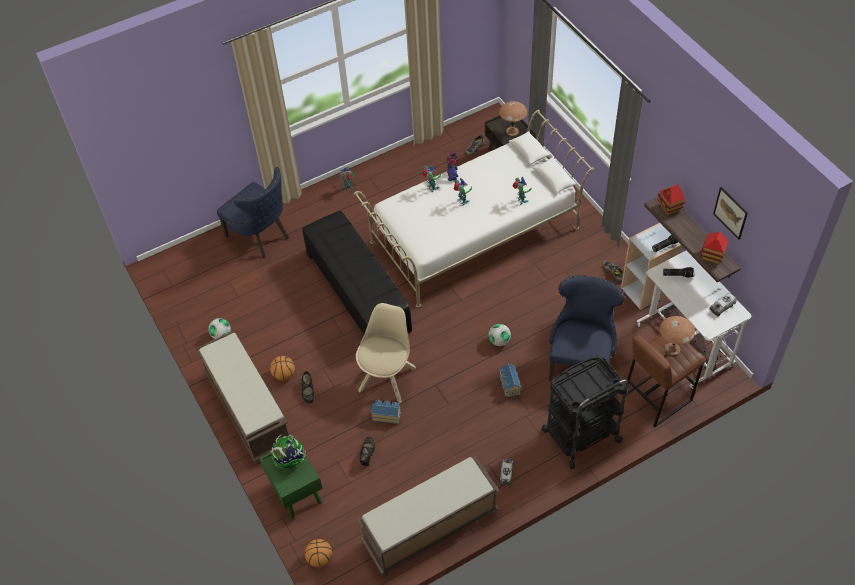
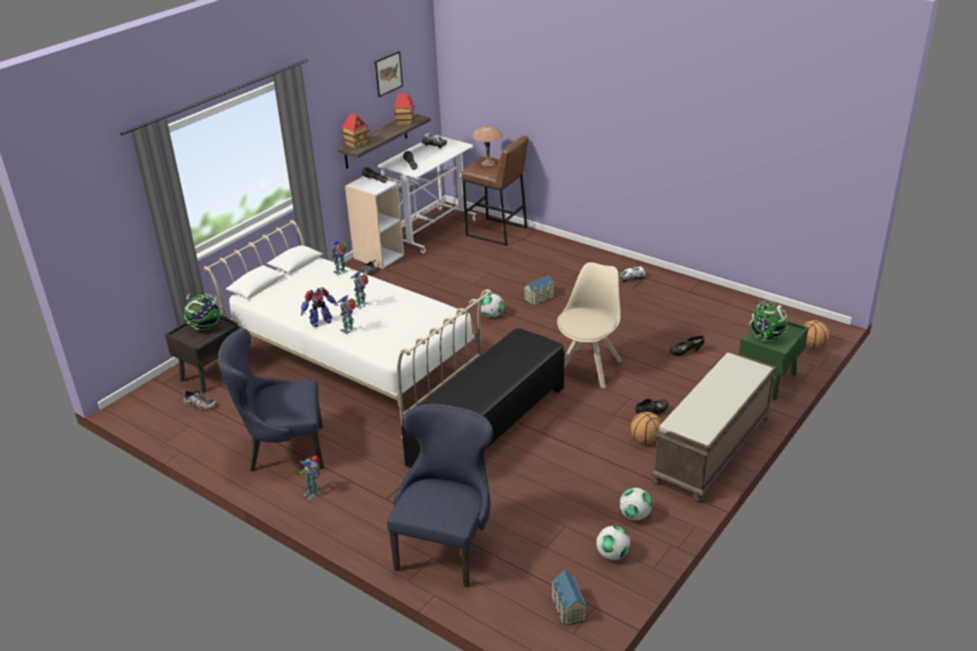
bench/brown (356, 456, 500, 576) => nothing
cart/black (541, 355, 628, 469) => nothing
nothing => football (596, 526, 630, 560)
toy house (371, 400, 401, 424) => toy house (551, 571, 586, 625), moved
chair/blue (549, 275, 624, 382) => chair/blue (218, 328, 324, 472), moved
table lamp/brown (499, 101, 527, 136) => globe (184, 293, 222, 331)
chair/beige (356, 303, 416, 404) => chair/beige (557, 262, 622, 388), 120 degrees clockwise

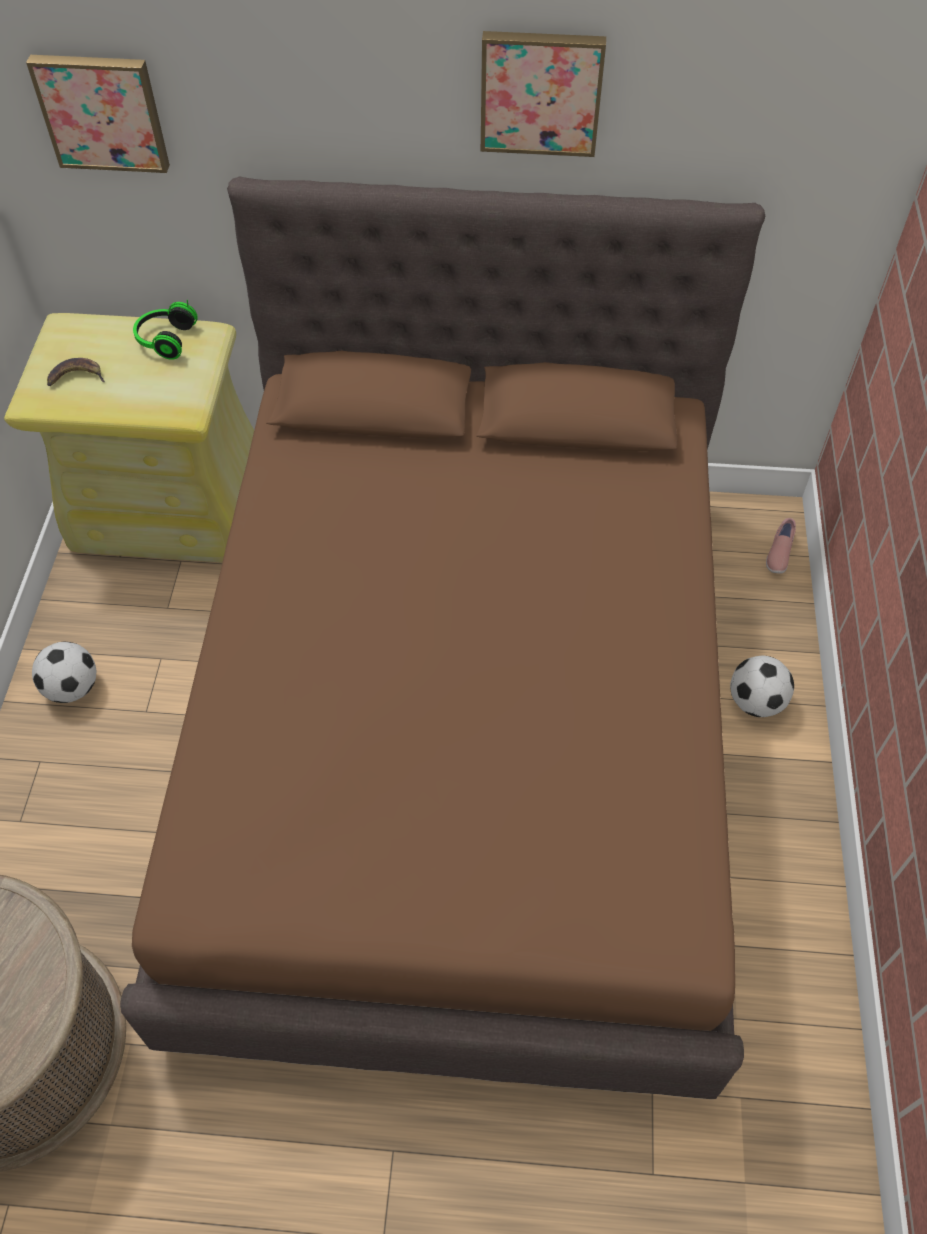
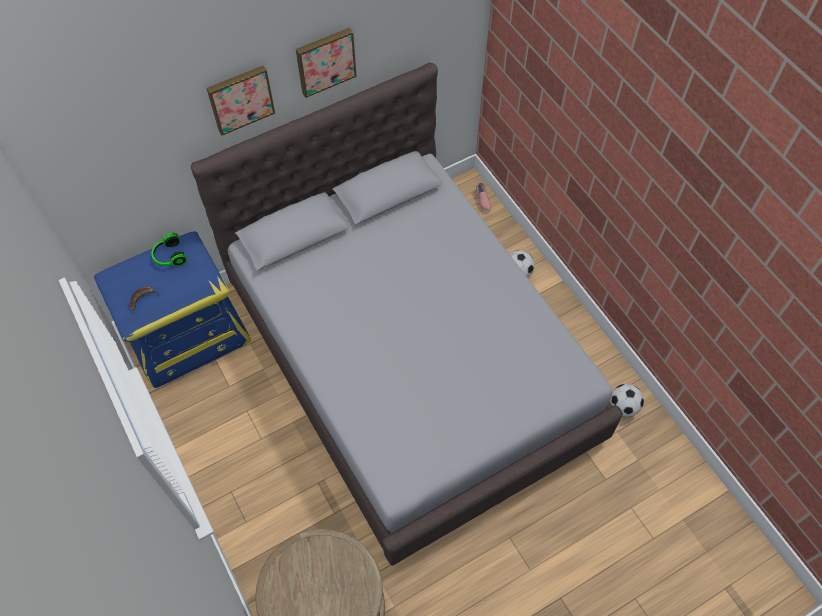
picture (26, 55, 170, 173) => picture (206, 65, 275, 136), moved
football (32, 642, 96, 703) => football (610, 384, 644, 417), moved
nightstand/yellow (4, 313, 254, 563) => nightstand/blue (94, 231, 251, 388)
bed/brown (120, 177, 765, 1099) => bed/grey (191, 63, 623, 566)

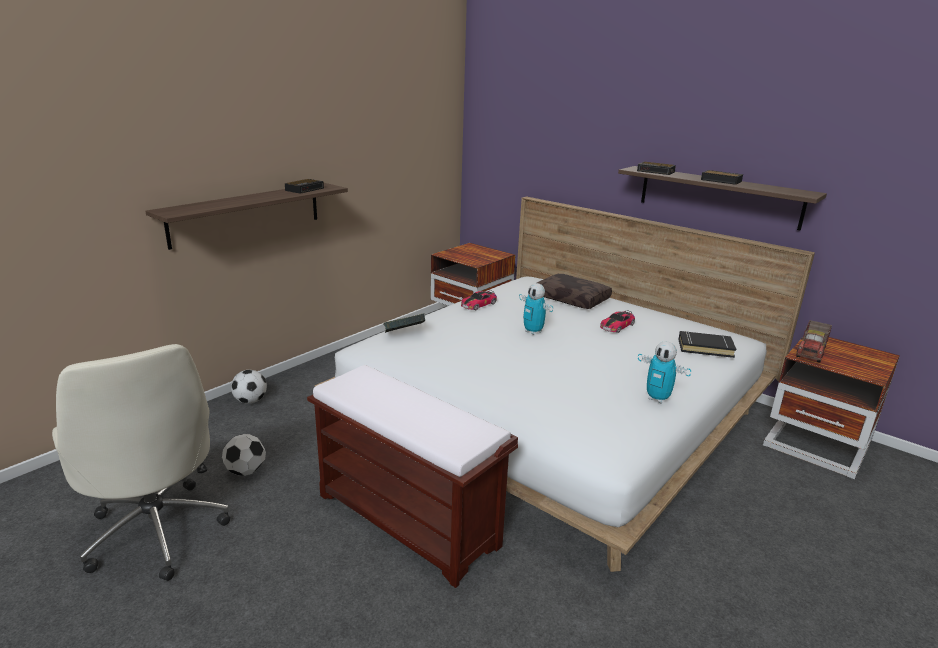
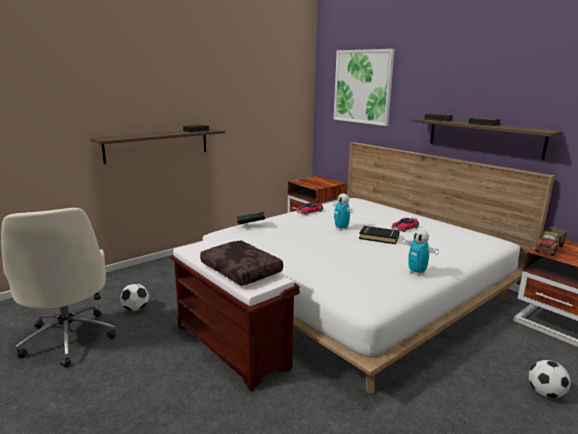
nothing => picture (334, 49, 395, 126)
football (231, 370, 267, 404) => football (529, 360, 571, 398), moved
pillow/brown (537, 274, 612, 309) => pillow/brown (200, 240, 283, 286), moved
book/black (678, 331, 736, 358) => book/black (359, 226, 399, 244), moved

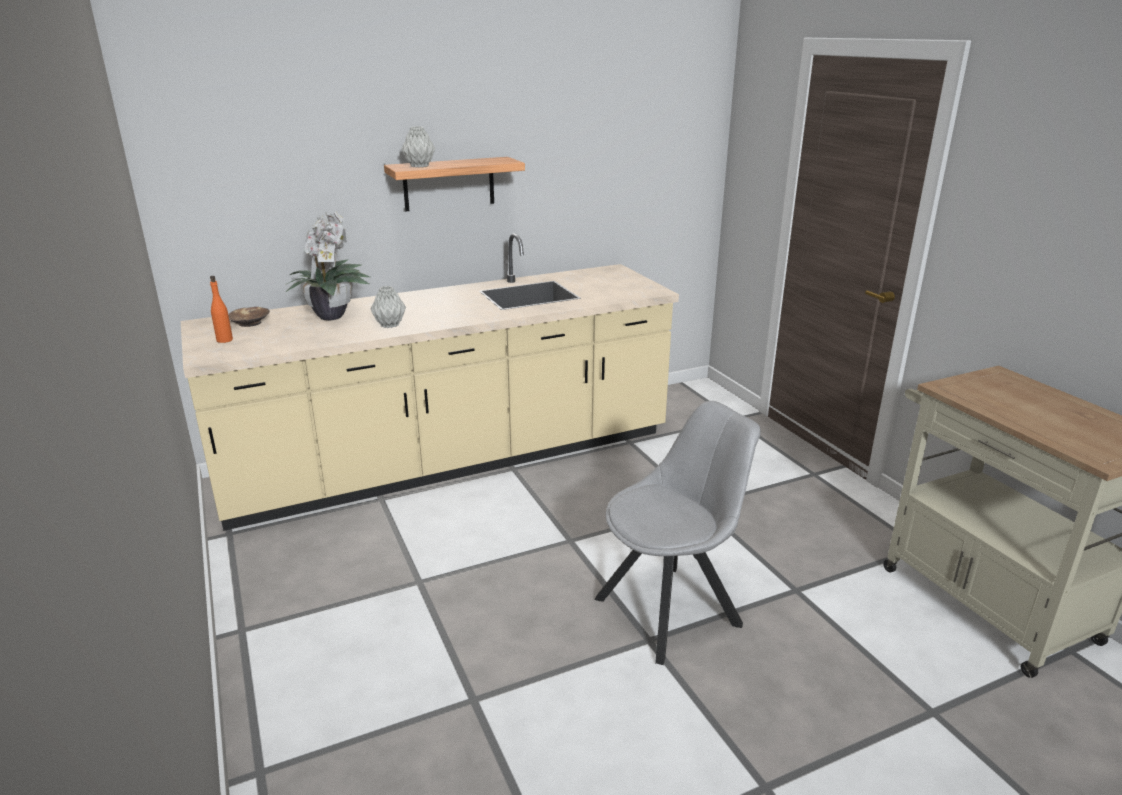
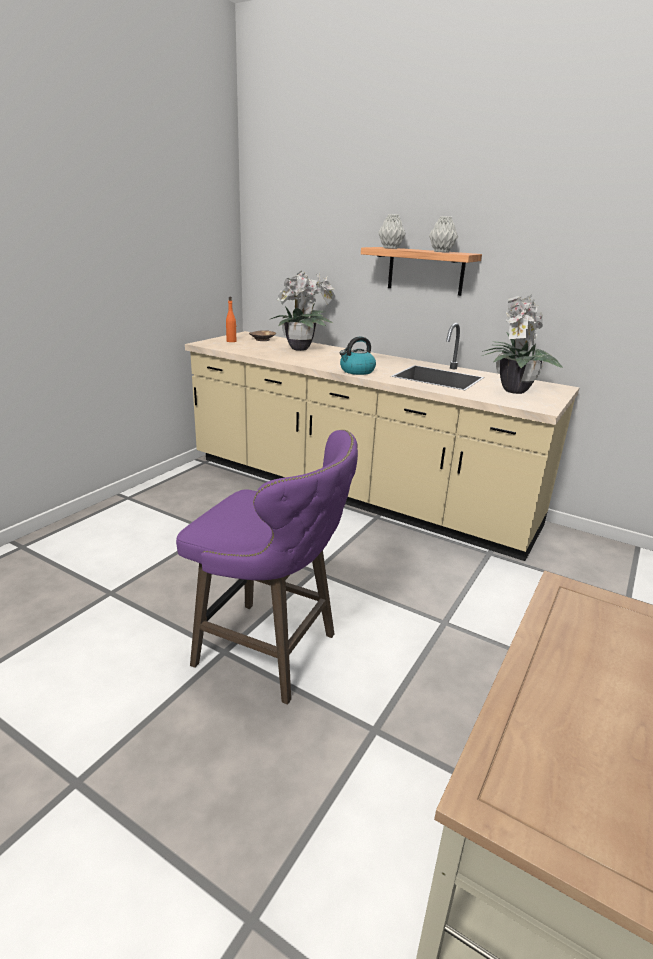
nothing => kettle (340, 337, 376, 375)
nothing => potted plant (482, 295, 563, 394)
vase/grey (371, 286, 406, 328) => vase/grey (429, 216, 458, 252), moved
chair/grey (594, 401, 761, 665) => stool/purple (176, 430, 358, 705)

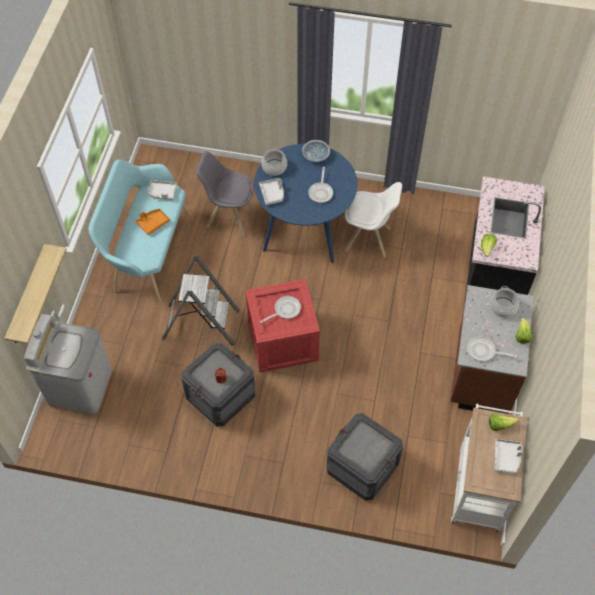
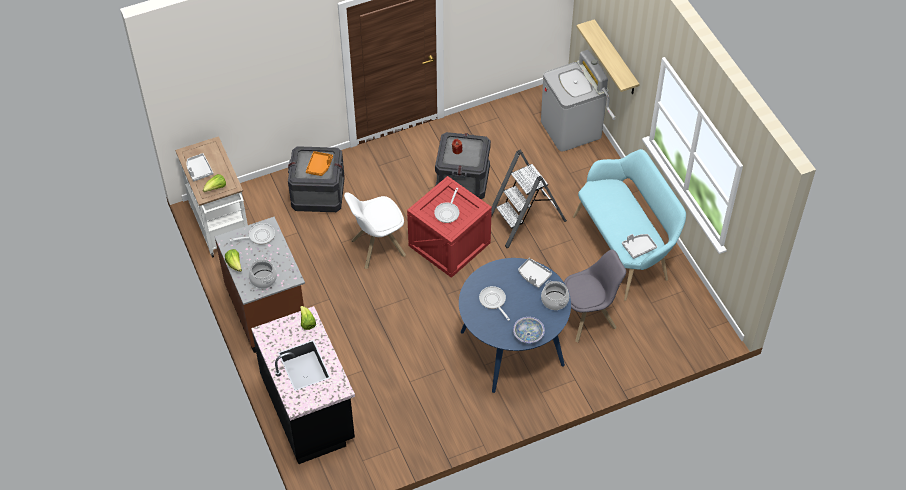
tray/orange (136, 209, 170, 235) => tray/orange (306, 151, 333, 176), moved
chair/white (344, 182, 402, 258) => chair/white (344, 193, 406, 269), moved

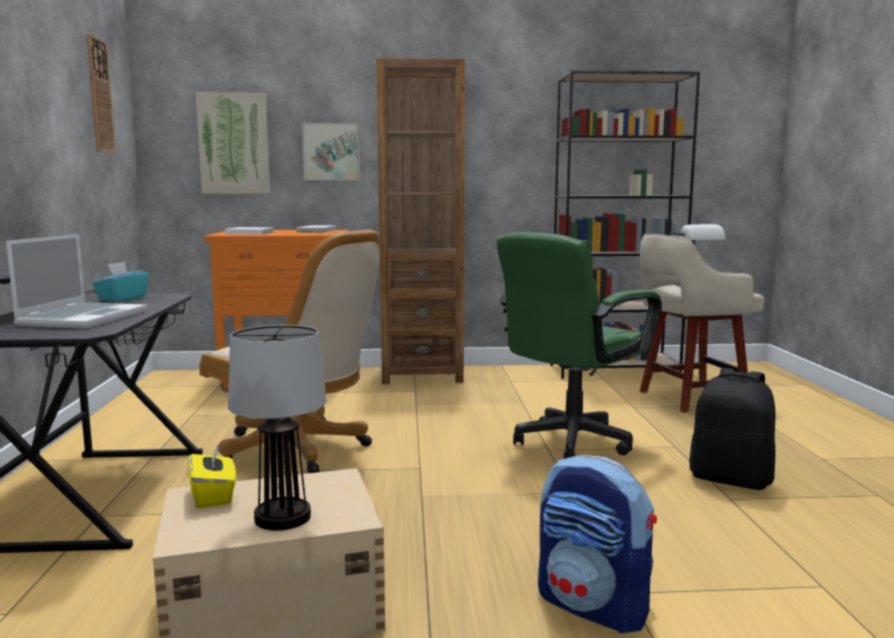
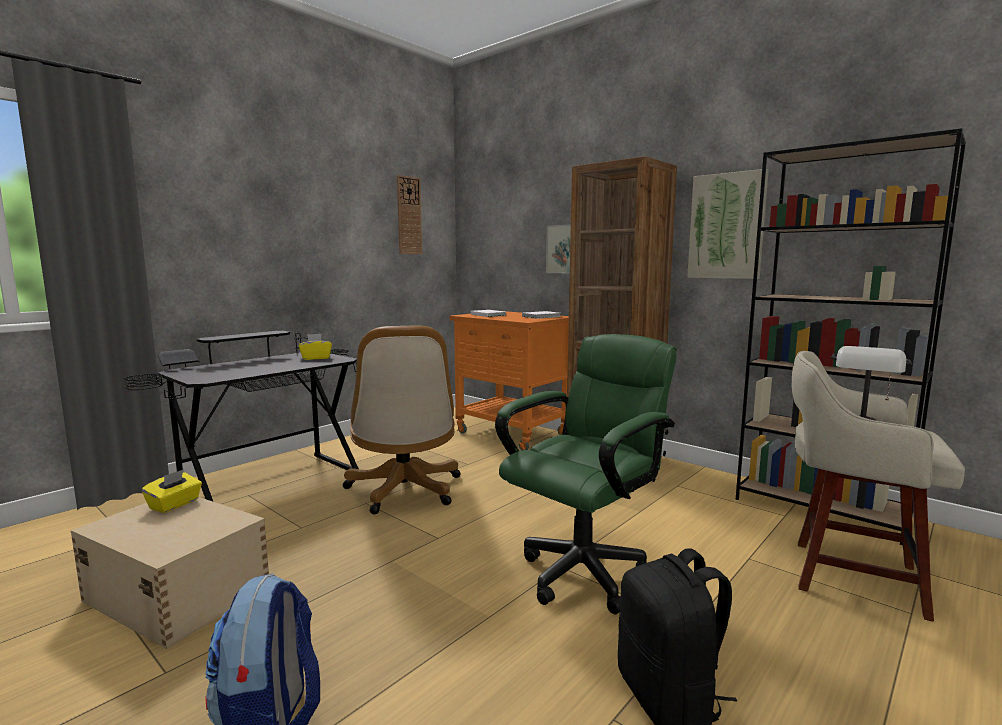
laptop (6, 234, 147, 328) => nothing
table lamp (228, 325, 326, 531) => nothing
picture (196, 92, 270, 193) => picture (687, 169, 769, 279), moved
tissue box/turquoise (92, 262, 149, 302) => tissue box/yellow (299, 334, 332, 360)
office chair/green (497, 232, 662, 458) => office chair/green (495, 334, 677, 614), 135 degrees clockwise

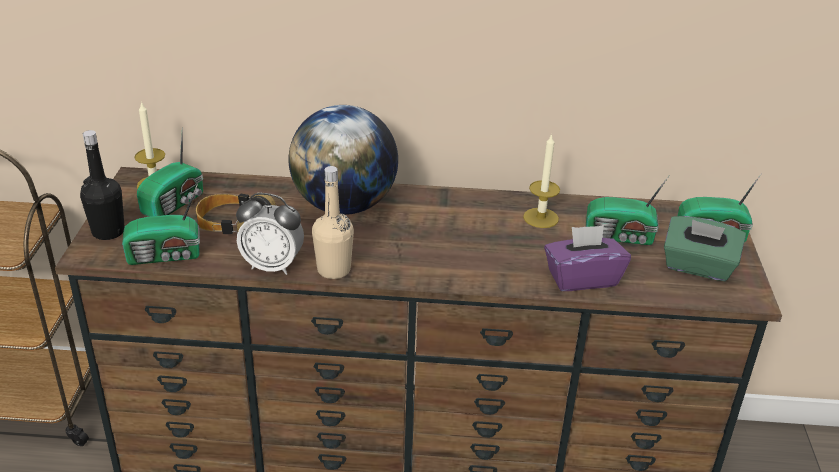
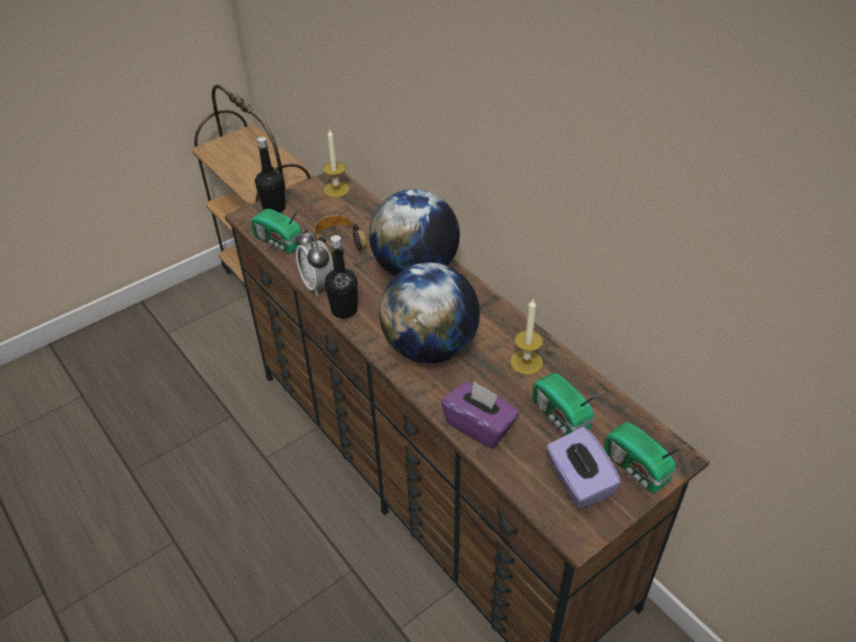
radio (137, 127, 203, 217) => nothing
nothing => globe (379, 263, 480, 363)
bottle/beige (312, 166, 354, 279) => bottle/black (325, 235, 358, 319)
tissue box/green (664, 216, 746, 281) => tissue box/purple (546, 427, 621, 509)

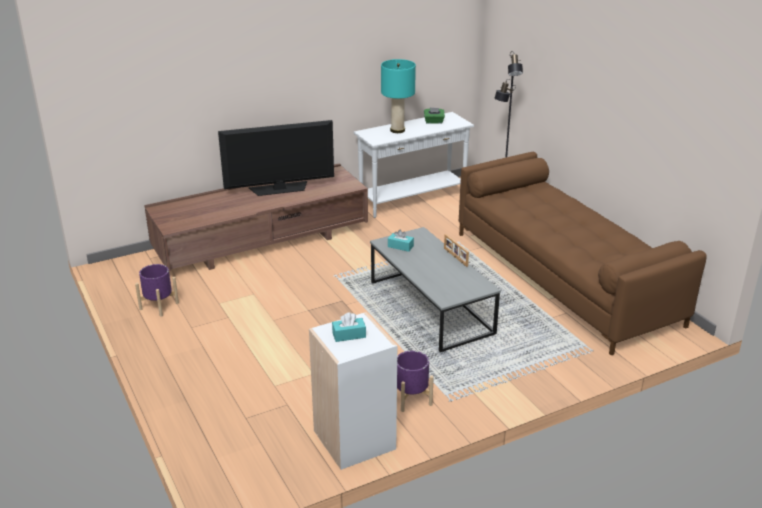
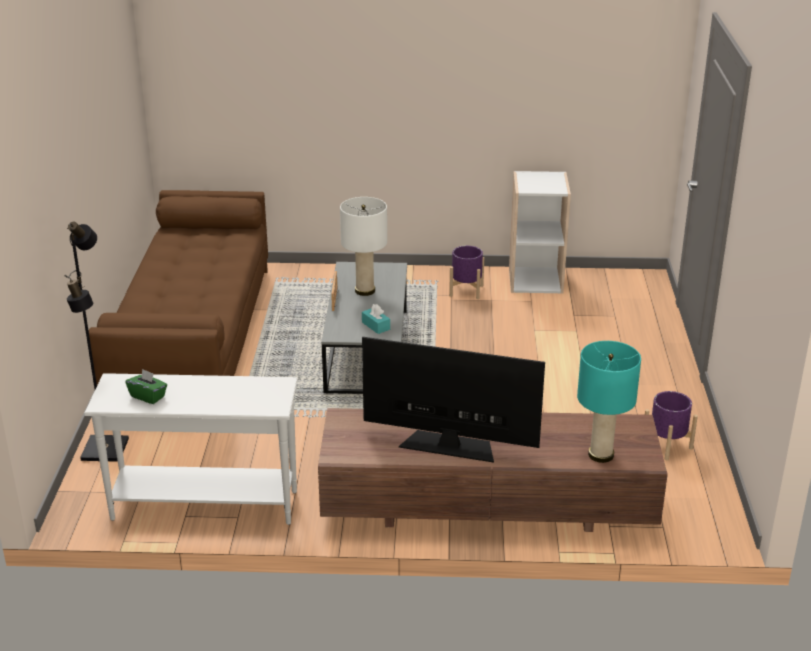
tissue box/turquoise (332, 312, 366, 342) => nothing
nothing => table lamp/white (340, 197, 387, 296)
table lamp/turquoise (381, 59, 416, 133) => table lamp/turquoise (577, 341, 641, 463), moved

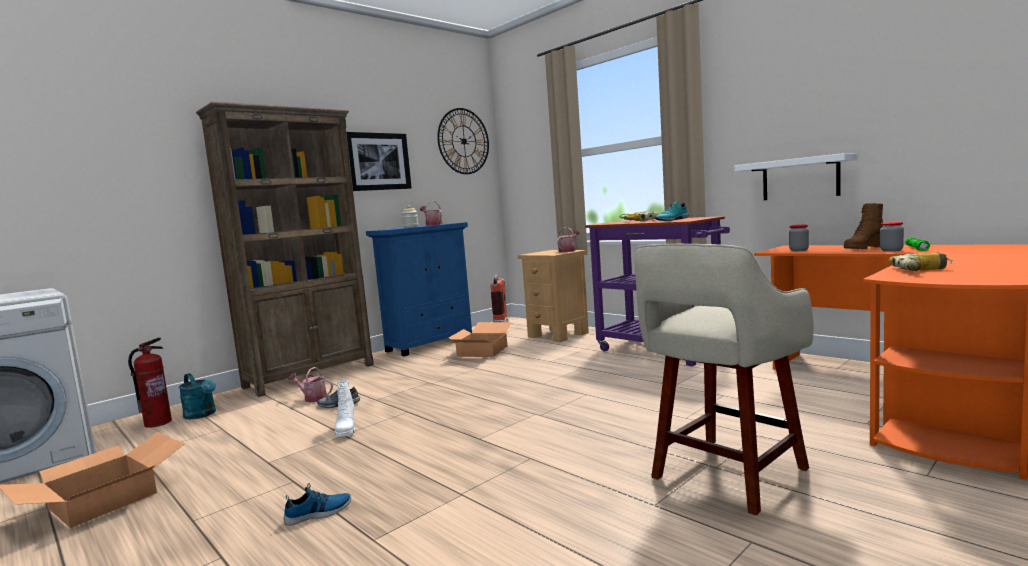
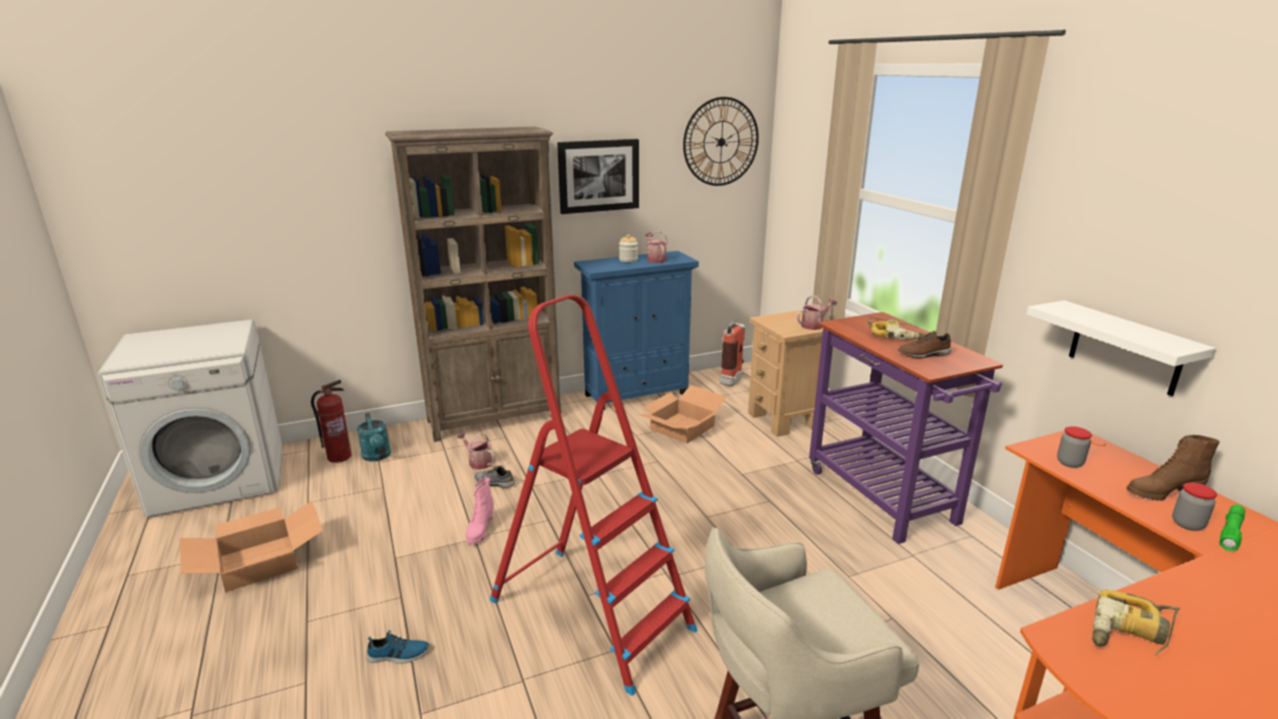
nothing => step ladder/red (490, 294, 697, 695)
boot/white (335, 379, 355, 437) => boot/pink (466, 477, 494, 544)
shoe/turquoise (655, 202, 689, 221) => shoe/brown (898, 331, 952, 358)

